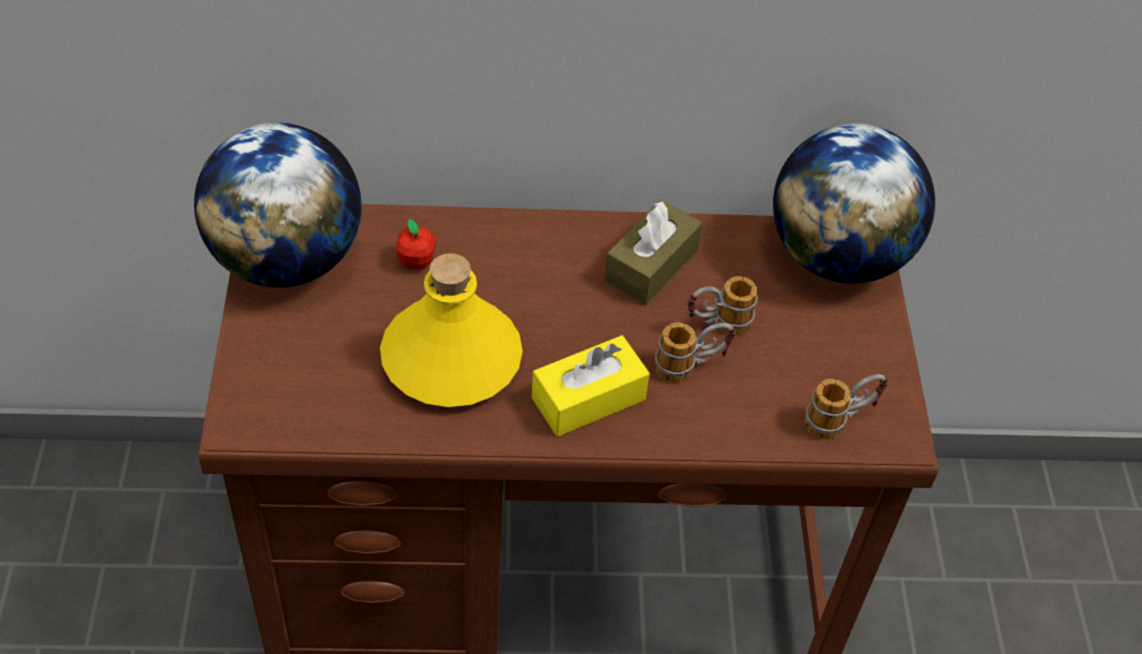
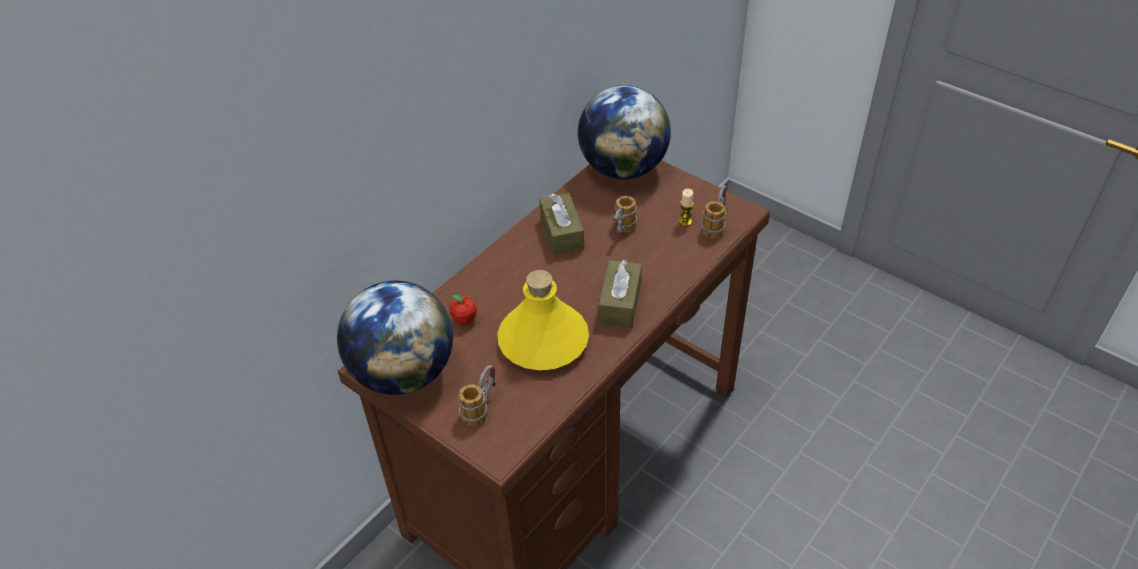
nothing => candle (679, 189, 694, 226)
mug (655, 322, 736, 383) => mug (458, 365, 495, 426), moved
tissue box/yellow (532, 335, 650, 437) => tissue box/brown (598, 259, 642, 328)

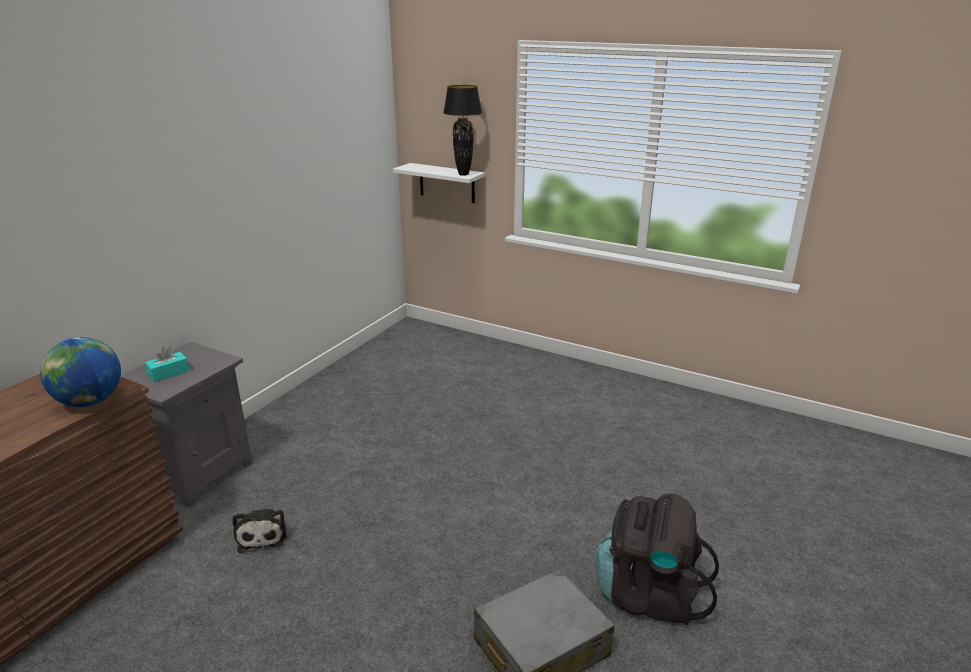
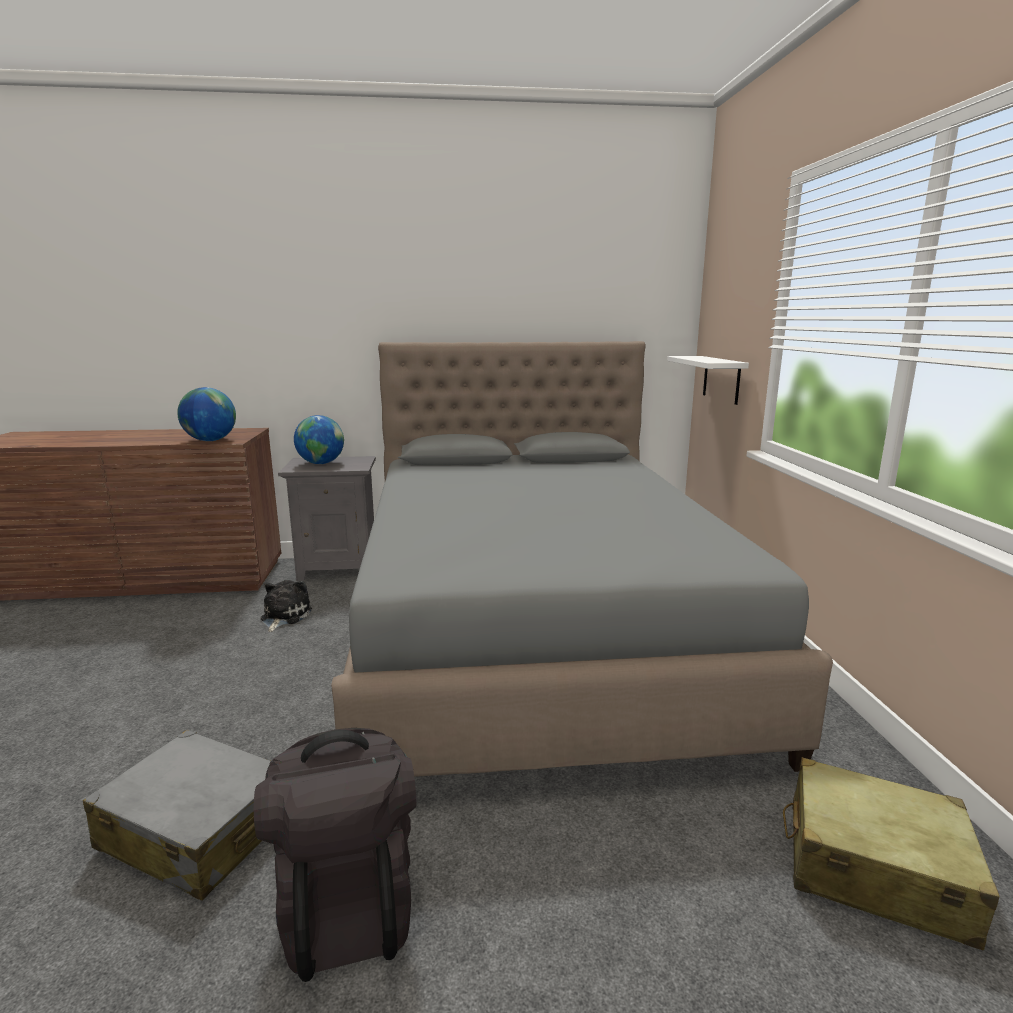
table lamp/black (443, 85, 482, 176) => nothing
nothing => bed/grey (331, 341, 833, 777)
nothing => suitcase/beige (783, 757, 1000, 950)
tissue box/turquoise (145, 347, 189, 382) => globe (294, 415, 344, 464)
plush toy (232, 509, 287, 553) => plush toy (260, 580, 312, 632), 150 degrees clockwise

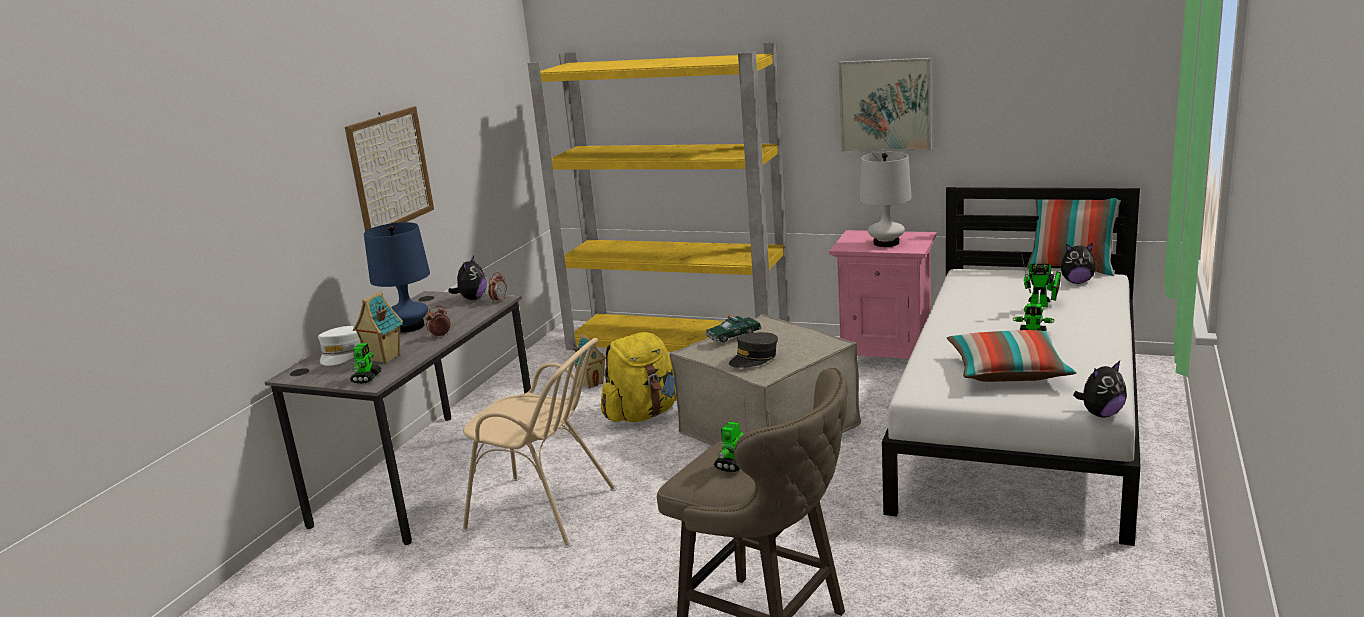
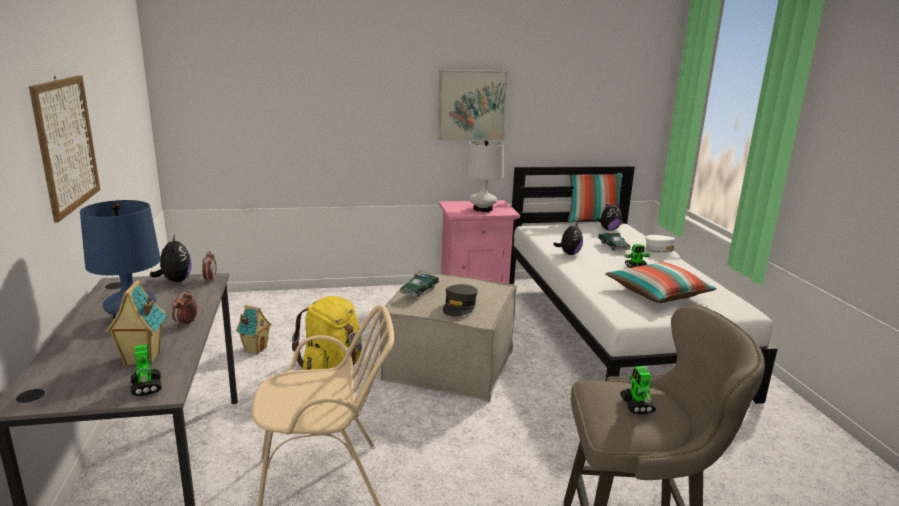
bookcase/yellow (528, 42, 791, 352) => nothing
cap/white (318, 326, 360, 366) => cap/white (646, 235, 680, 258), moved
plush toy (1073, 361, 1127, 418) => plush toy (553, 223, 583, 255), moved
toy robot (1021, 254, 1061, 307) => toy car (598, 232, 630, 251)

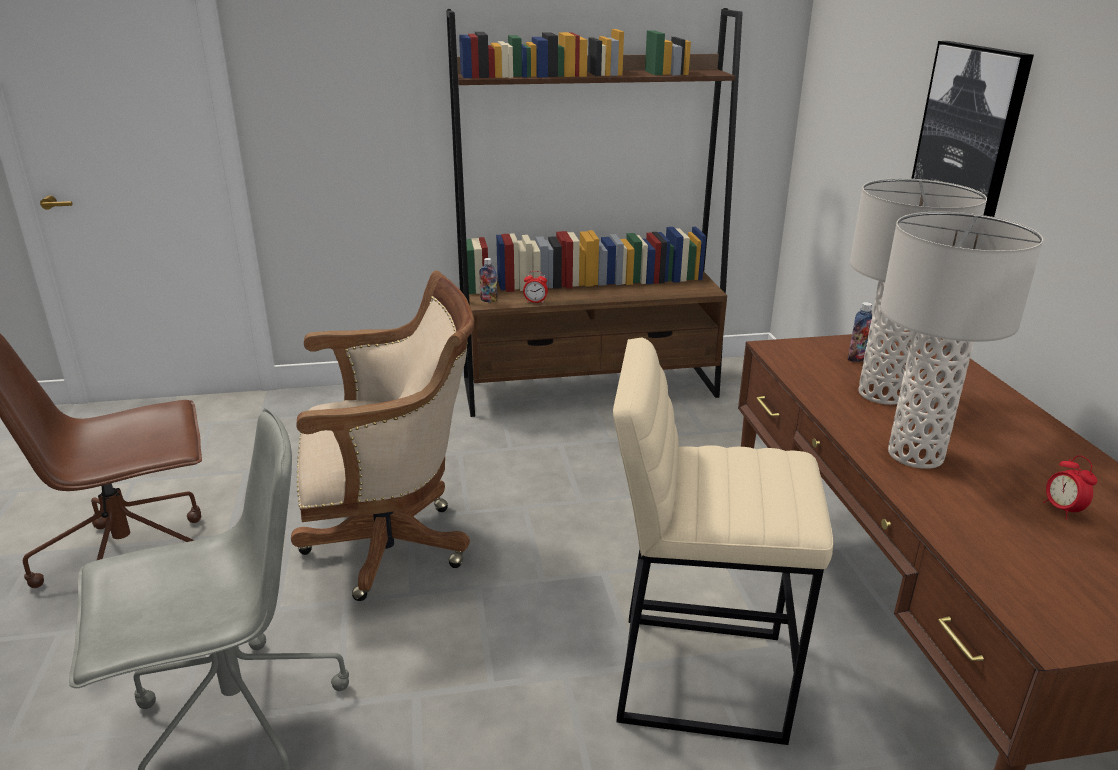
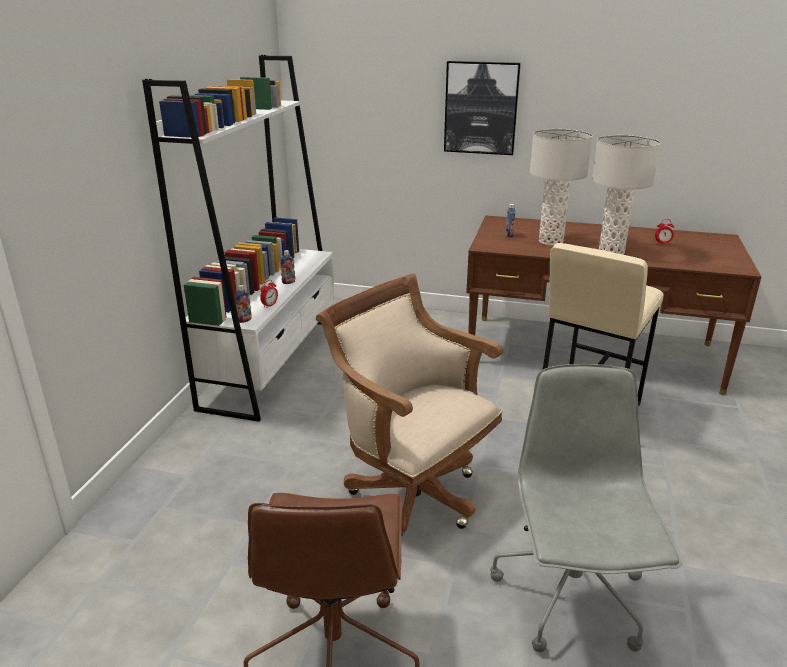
nothing => bottle (280, 250, 295, 284)
bookcase/brown (446, 8, 743, 417) => bookcase/white (142, 55, 335, 422)
office chair (291, 270, 475, 601) => office chair (316, 273, 503, 535), 60 degrees counterclockwise

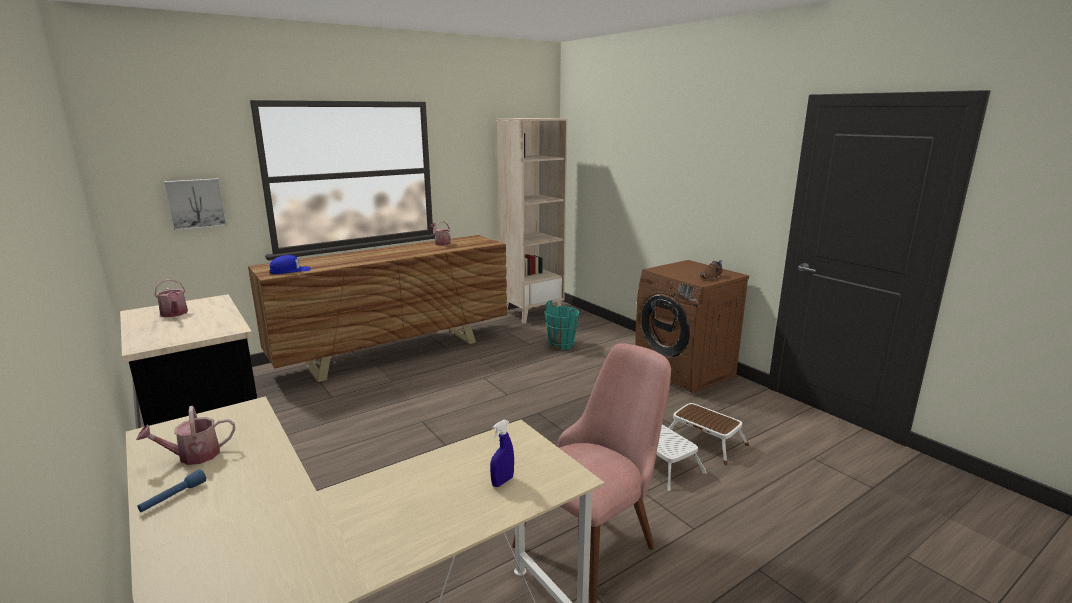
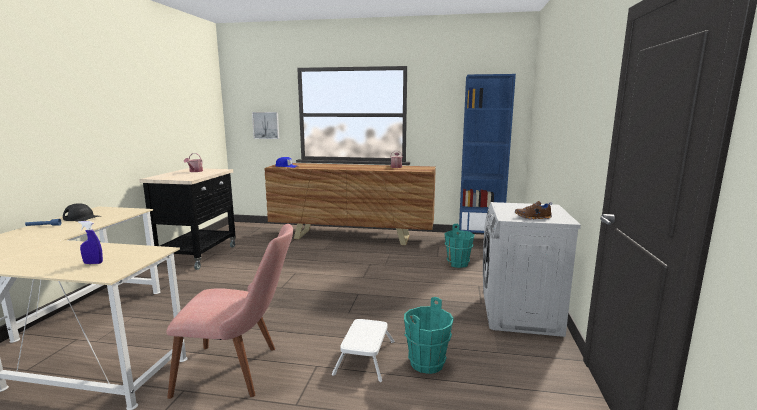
watering can (136, 406, 235, 465) => cap/black (63, 203, 99, 221)
step ladder/brown (669, 403, 749, 466) => bucket/turquoise (404, 297, 454, 374)
bookcase/beige (496, 118, 567, 324) => bookcase/blue (459, 74, 516, 233)
washing machine/brown (635, 260, 749, 393) => washing machine/white (483, 202, 581, 337)

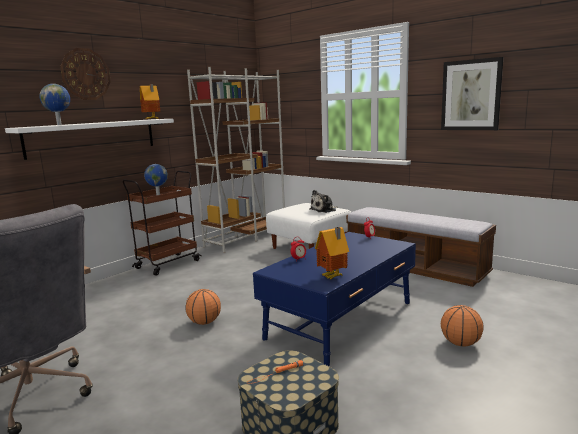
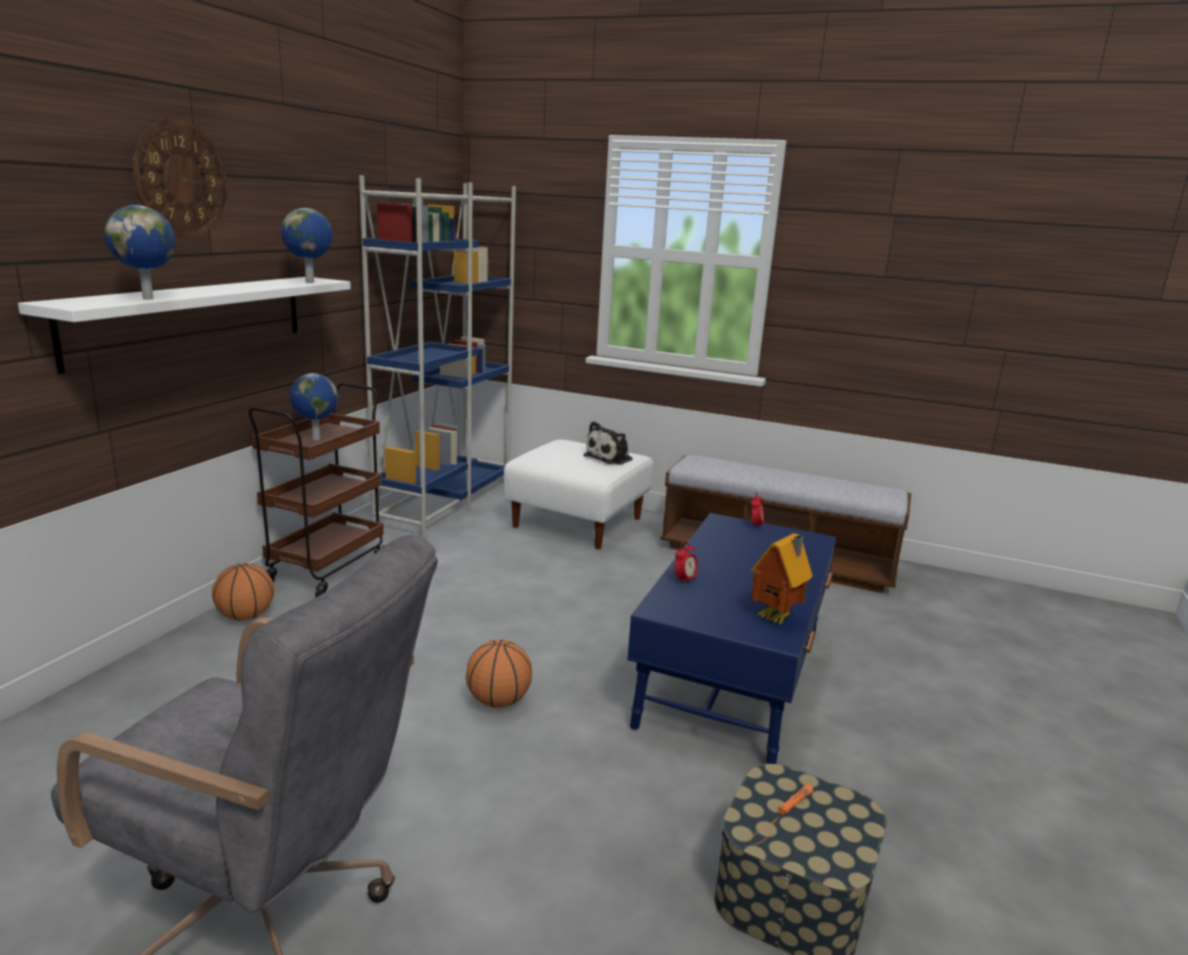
picture (441, 57, 503, 130) => nothing
basketball (441, 305, 484, 346) => basketball (212, 563, 274, 621), moved
toy house (140, 84, 160, 119) => globe (281, 208, 333, 283)
bookcase/brown (187, 67, 285, 253) => bookcase/blue (359, 175, 516, 539)

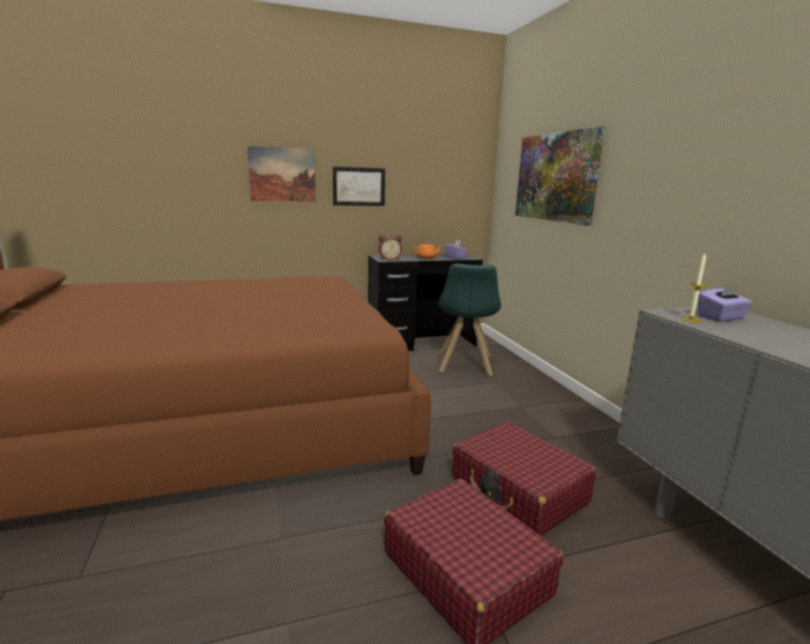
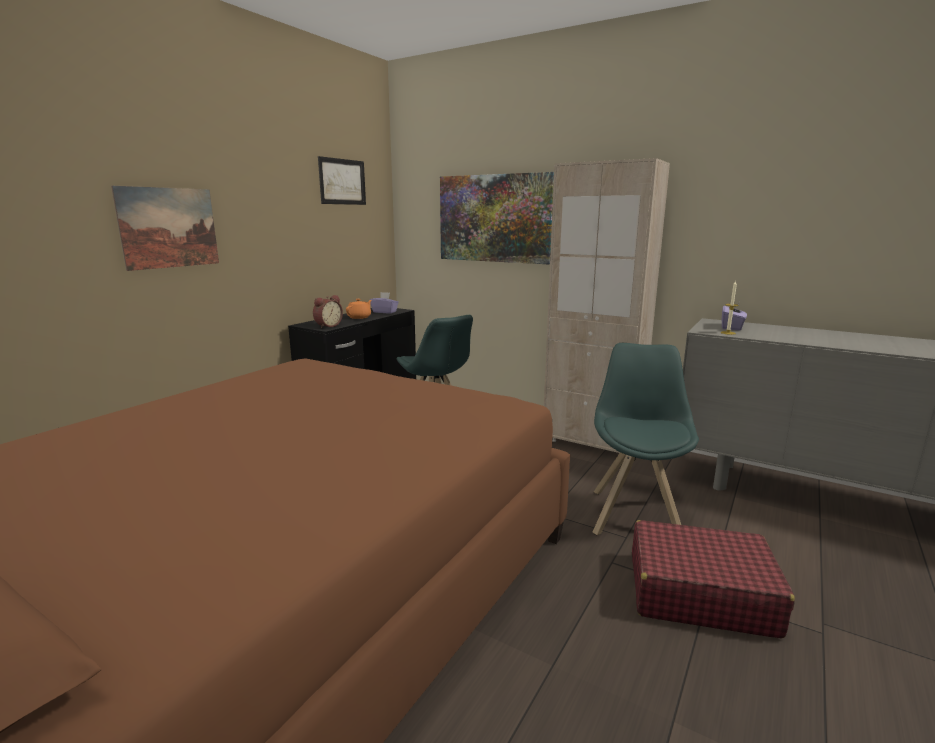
nothing => cabinet/beige (544, 158, 670, 453)
picture (333, 167, 385, 206) => picture (318, 156, 366, 205), moved
suitcase/red (452, 422, 596, 536) => chair/turquoise (593, 343, 699, 535)

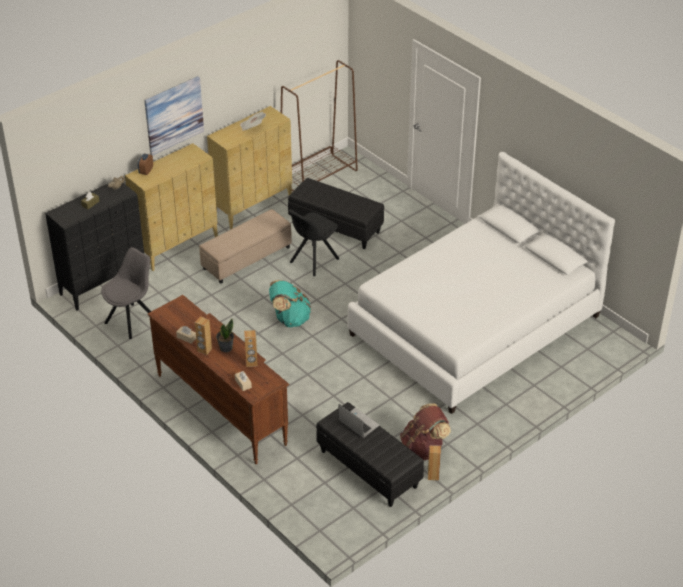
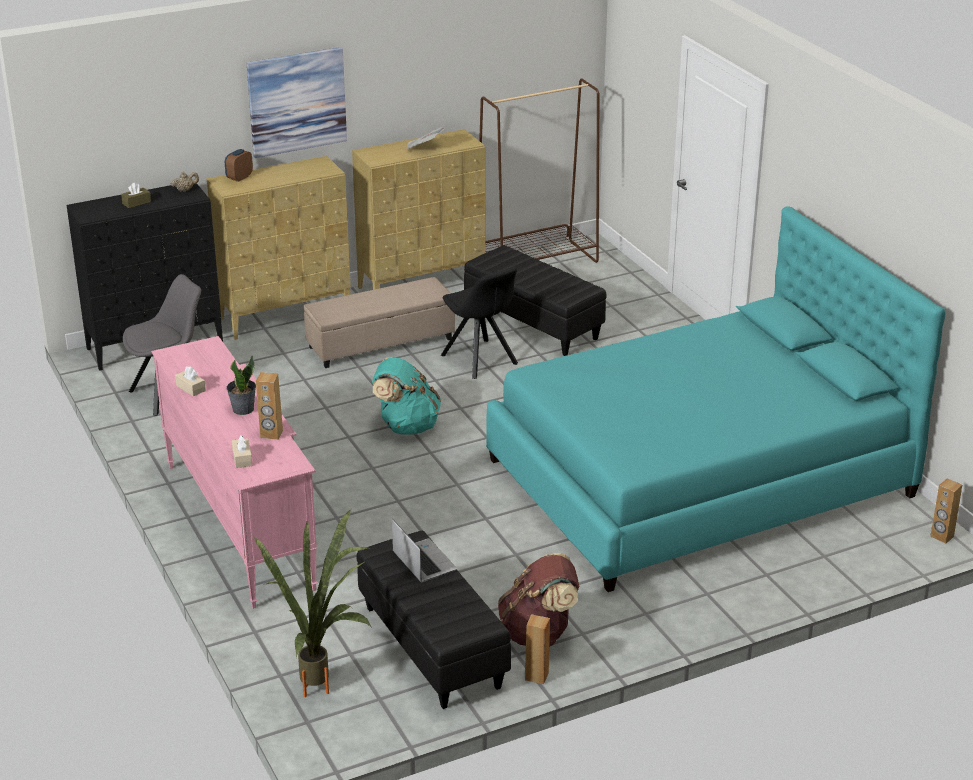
nothing => potted plant (254, 509, 372, 697)
speaker/brown (195, 316, 212, 355) => speaker/brown (930, 478, 962, 544), moved
cabinet/brown (148, 295, 289, 464) => cabinet/pink (151, 336, 318, 609)
bed/white (348, 152, 615, 414) => bed/turquoise (486, 206, 946, 592)
chair/black (289, 209, 339, 276) => chair/black (441, 267, 518, 379), 90 degrees counterclockwise

